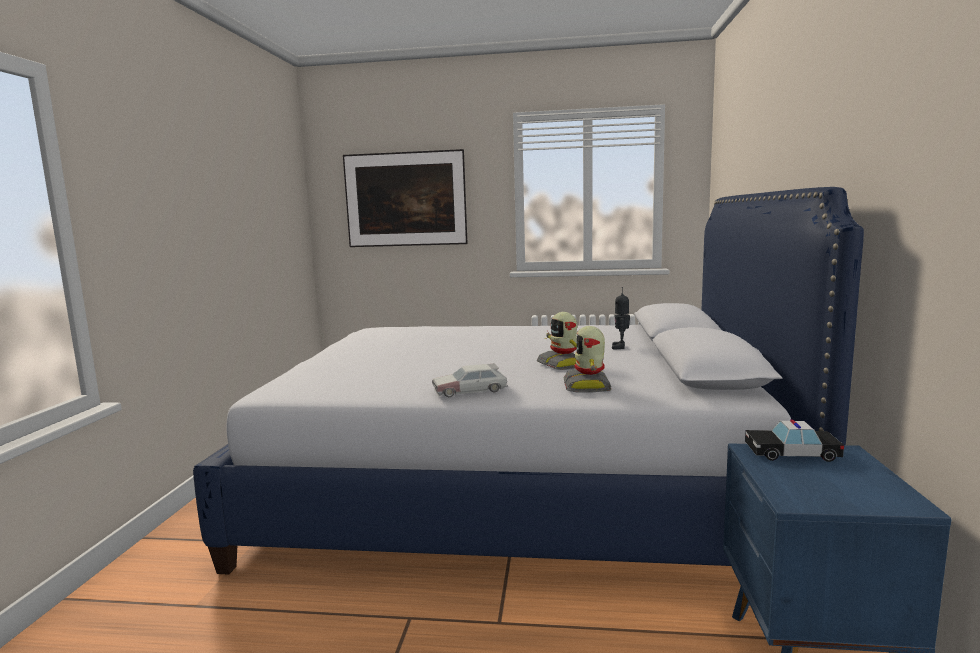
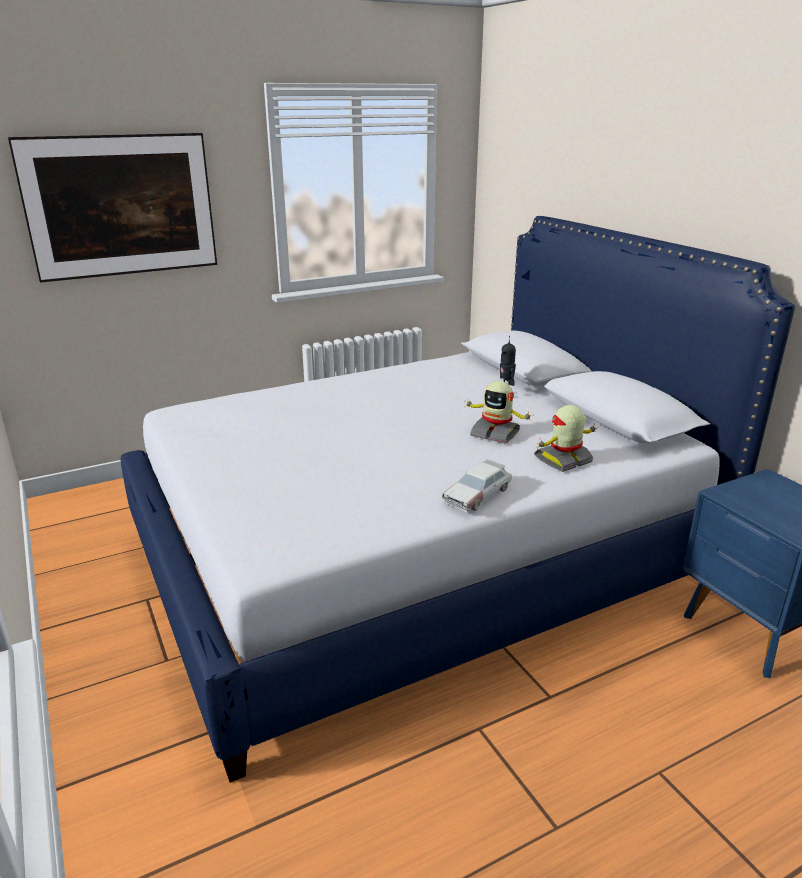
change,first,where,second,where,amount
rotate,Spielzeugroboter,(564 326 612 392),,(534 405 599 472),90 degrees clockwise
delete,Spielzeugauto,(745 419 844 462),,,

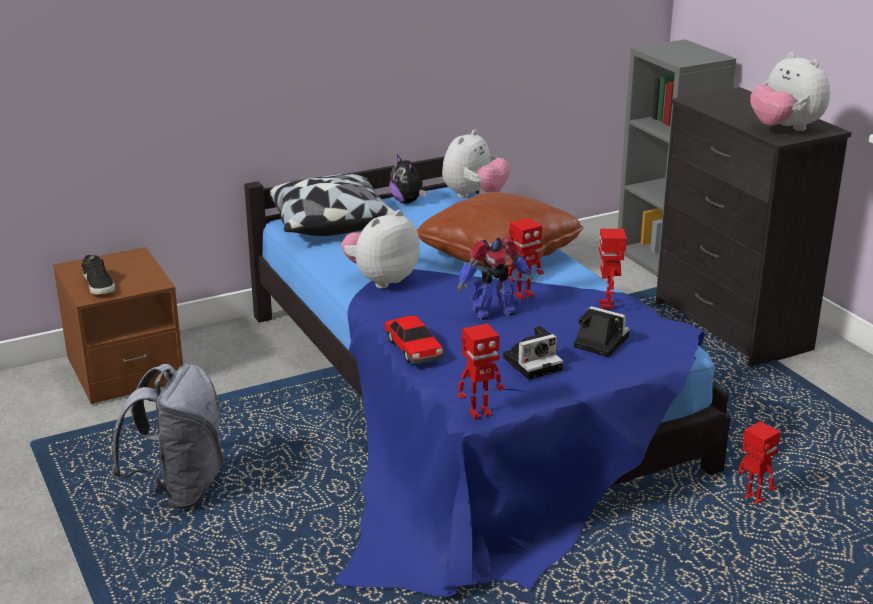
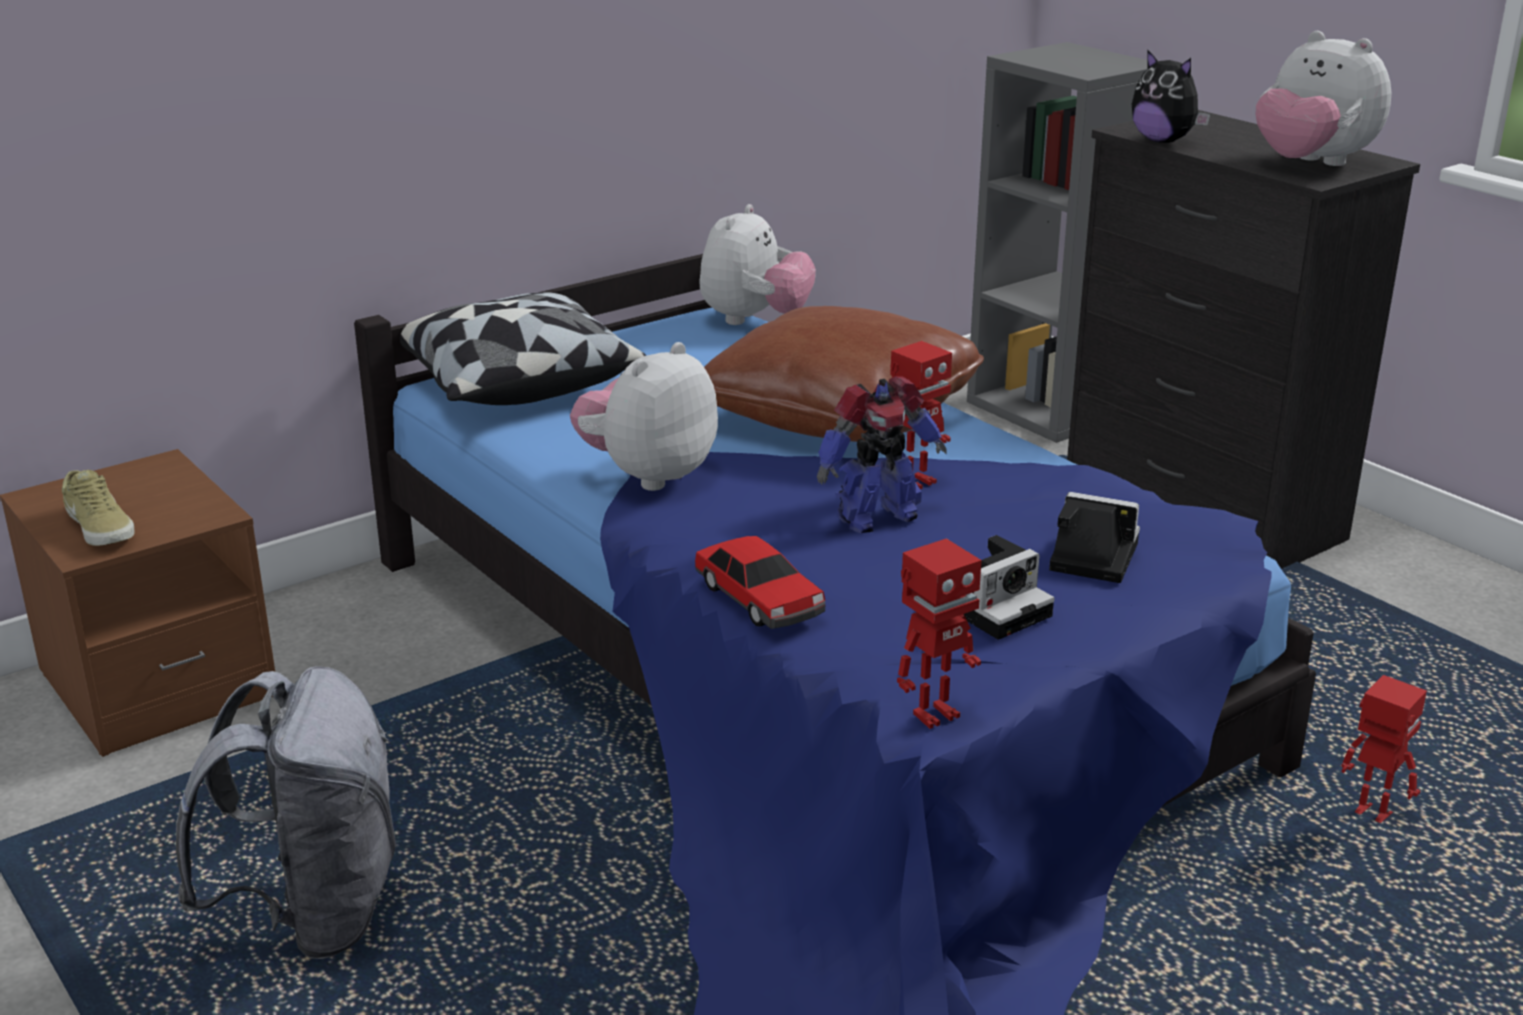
change,first,where,second,where,amount
recolor,Schuh (schwarz),(82 255 115 295),Schuh (beige),(62 470 134 546),
move,Plüschtier,(389 155 426 204),,(1132 50 1210 143),
delete,Spielzeugroboter,(599 229 627 309),,,

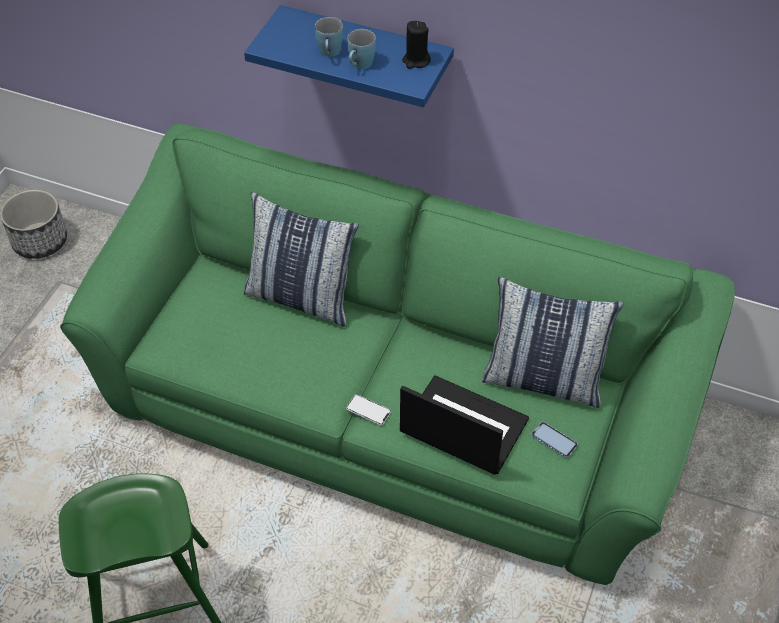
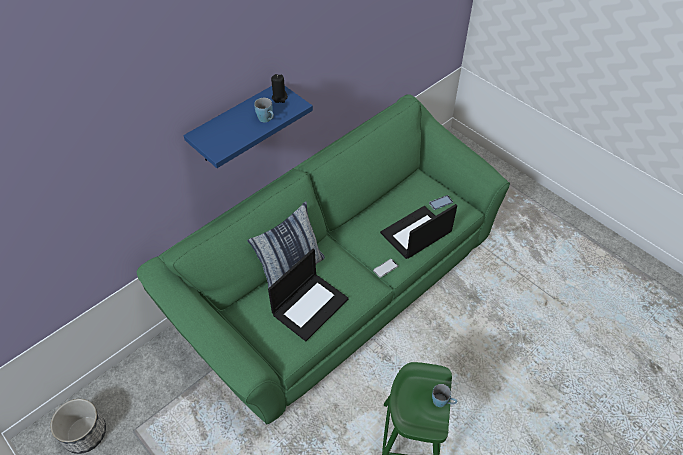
change,first,where,second,where,amount
move,Henkelbecher (blau),(315 17 343 57),,(432 384 457 407),
delete,Kissen,(482 277 624 408),,,
insert,,,Laptop,(268 249 349 341),

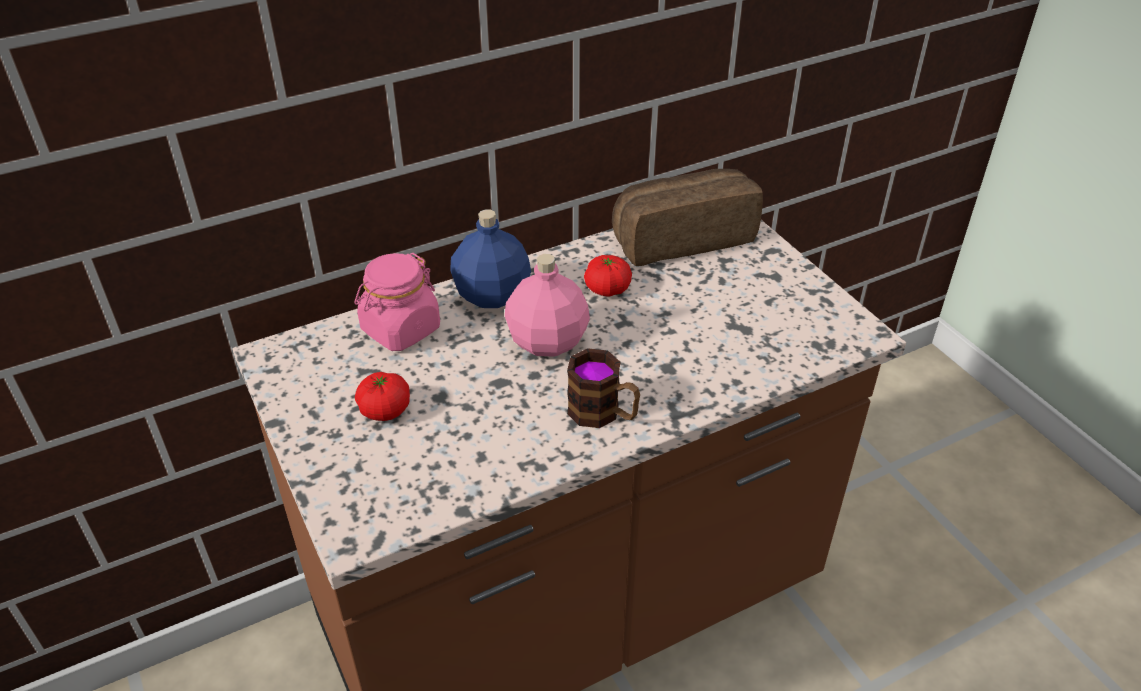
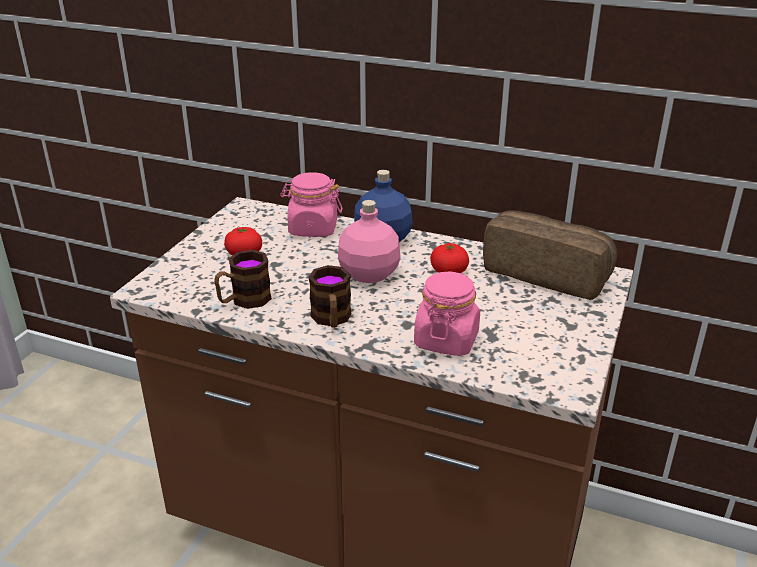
change,first,where,second,where,amount
insert,,,Henkelbecher,(214 250 272 309),
insert,,,Vorratsglas (rosa),(414 271 480 356),

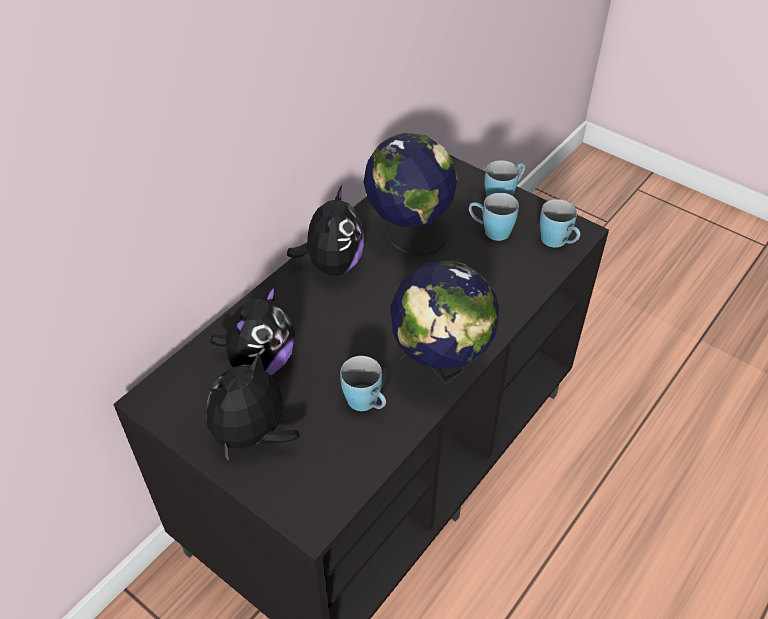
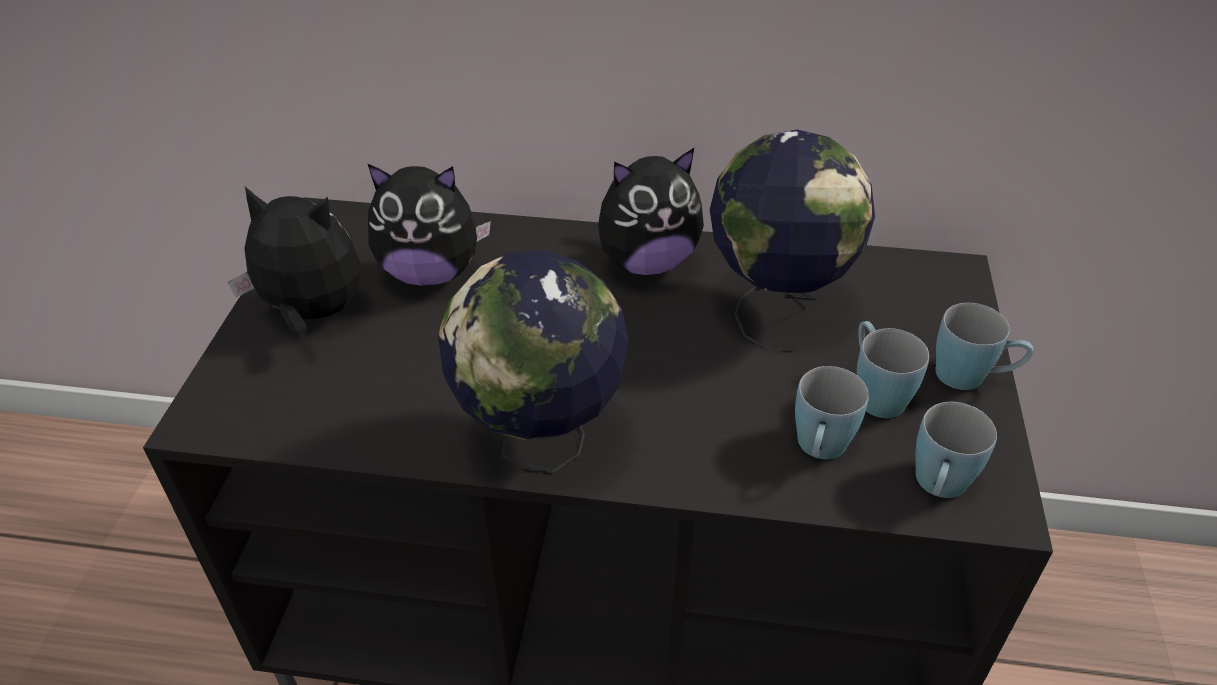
change,first,where,second,where,amount
move,Henkelbecher (blau),(340 356 386 411),,(795 366 869 459),

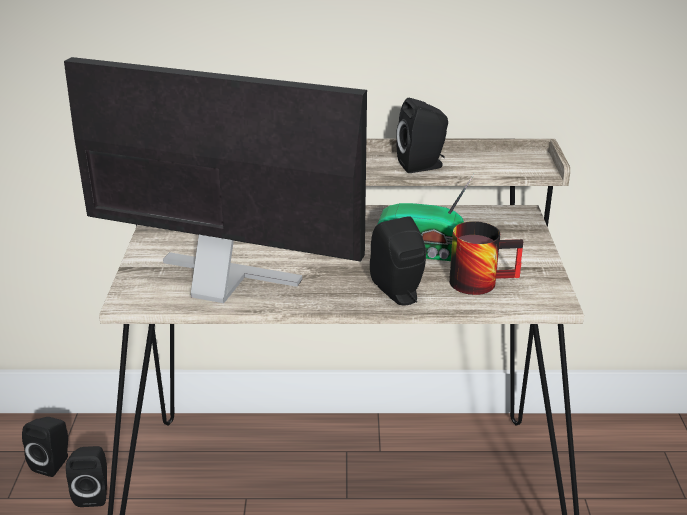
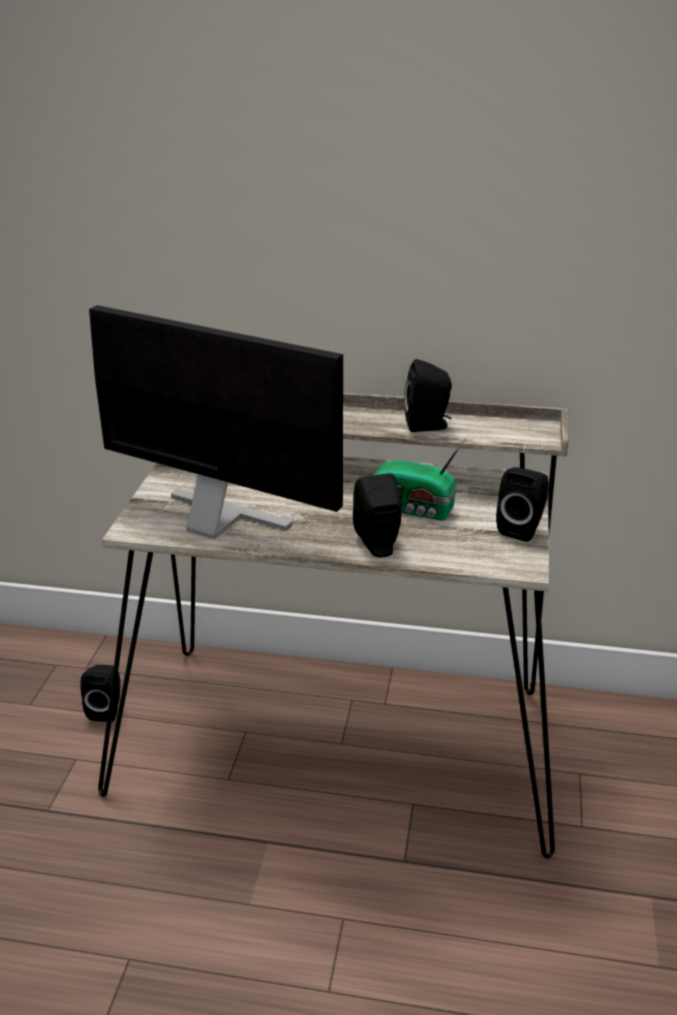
change,first,where,second,where,amount
move,Lautsprecher (schwarz),(22 417 68 477),,(496 467 549 542),
delete,Henkelbecher,(449 221 523 295),,,

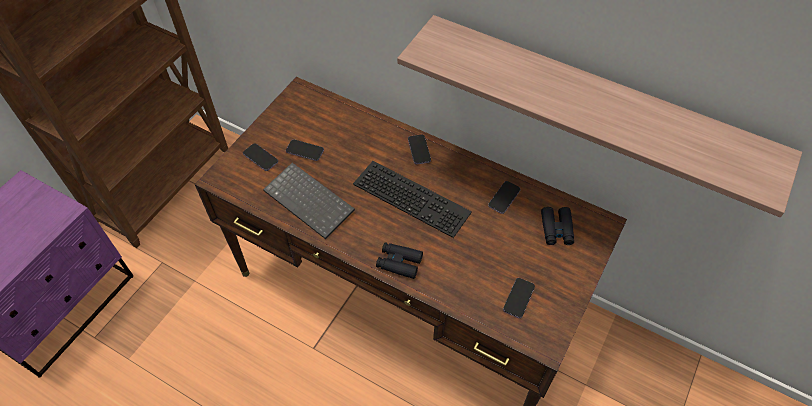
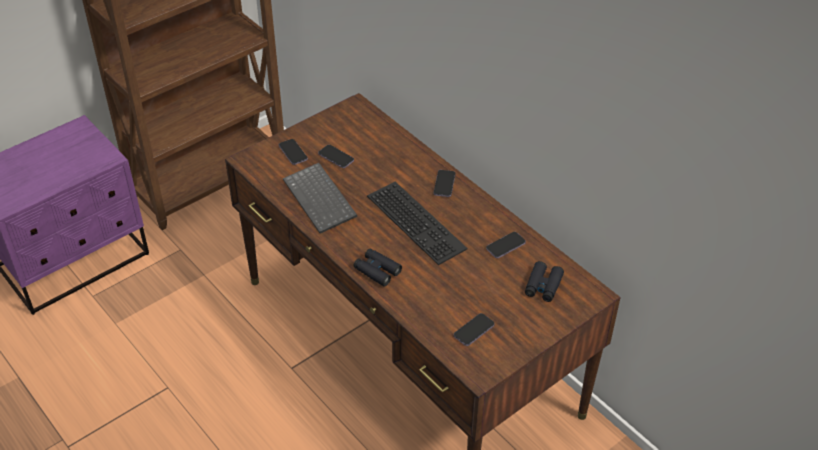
change,first,where,second,where,amount
delete,Wandregal,(397 15 802 217),,,

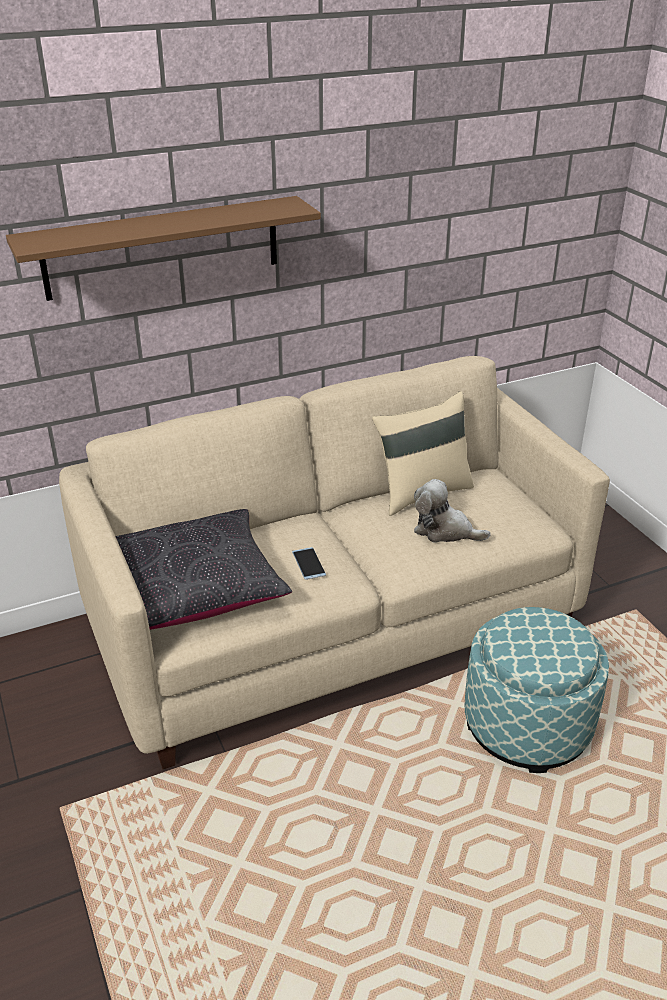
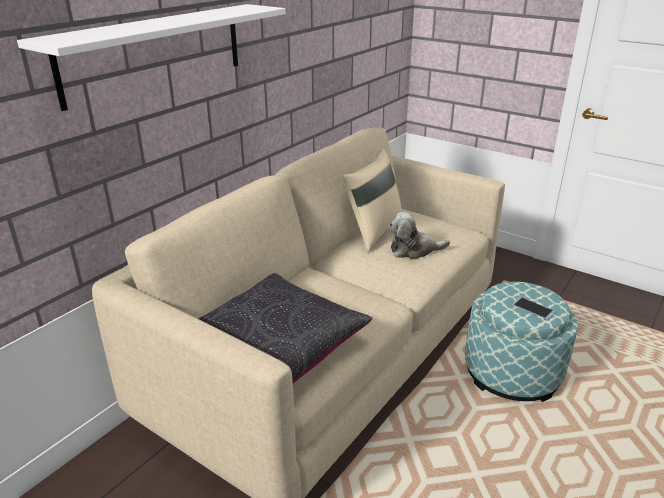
change,first,where,second,where,amount
recolor,Wandregal (braun),(6 196 321 301),Wandregal (weiß),(17 4 286 111),
move,Handy,(292 547 326 580),,(512 297 555 319),

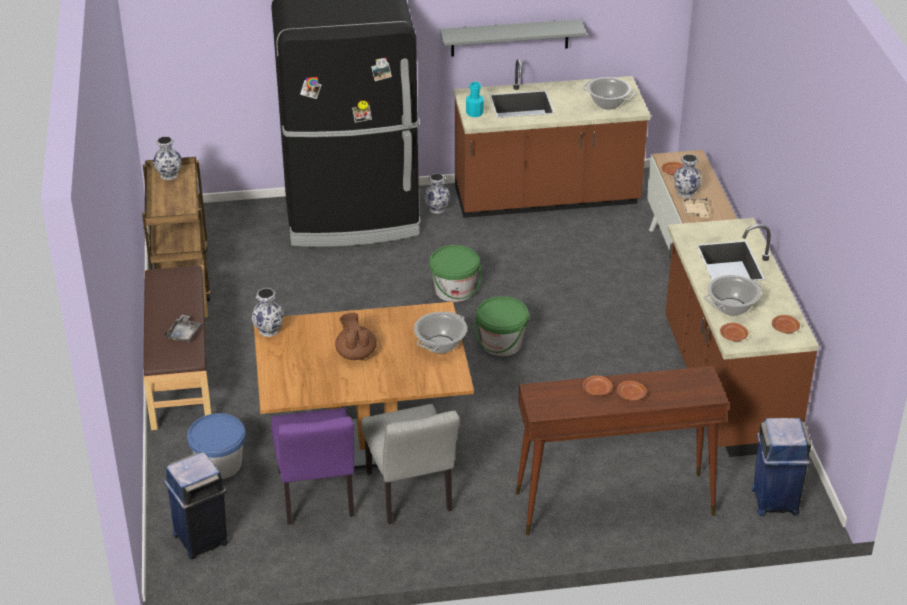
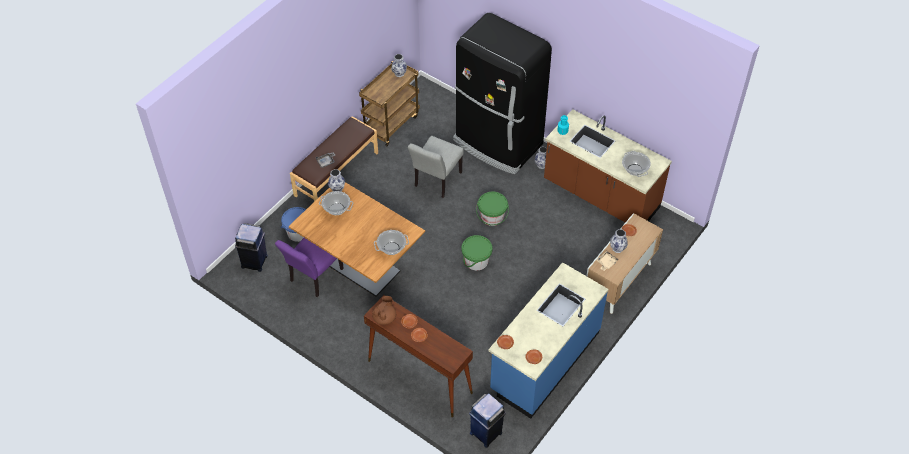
change,first,where,second,where,amount
move,Teekanne (braun),(335 312 377 360),,(372 296 396 325),
move,Stuhl (grau),(362 404 460 524),,(408 136 464 198),
delete,Wandregal (grau),(440 19 587 56),,,
recolor,Küchenzeile (braun),(665 218 819 457),Küchenzeile (blau),(488 262 608 419),
move,Kochtopf,(704 275 763 316),,(319 191 353 215),

